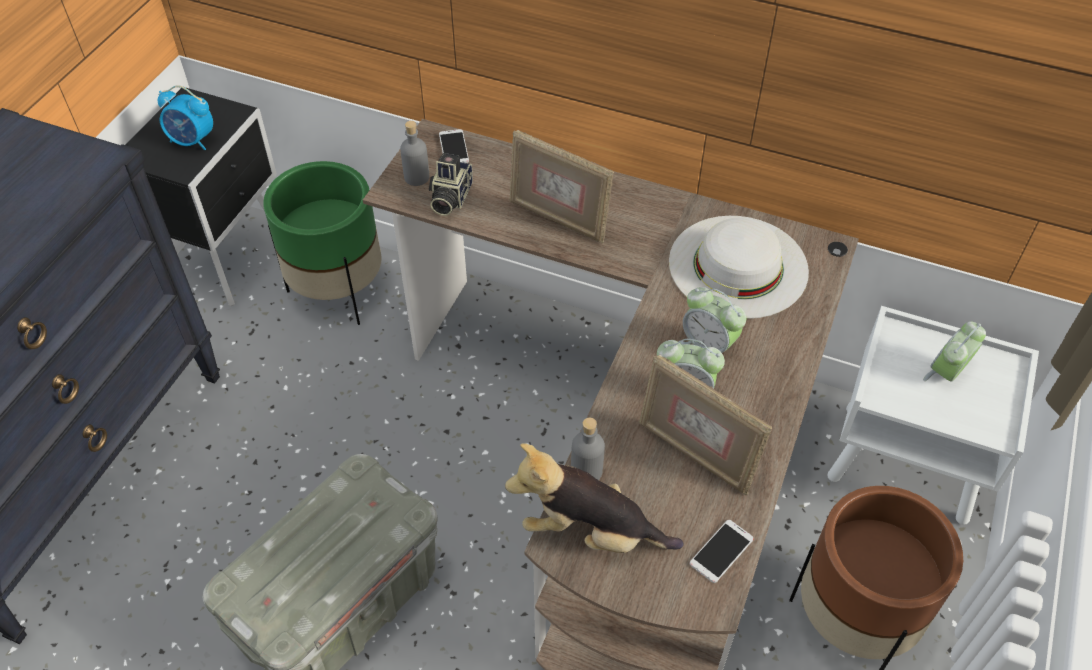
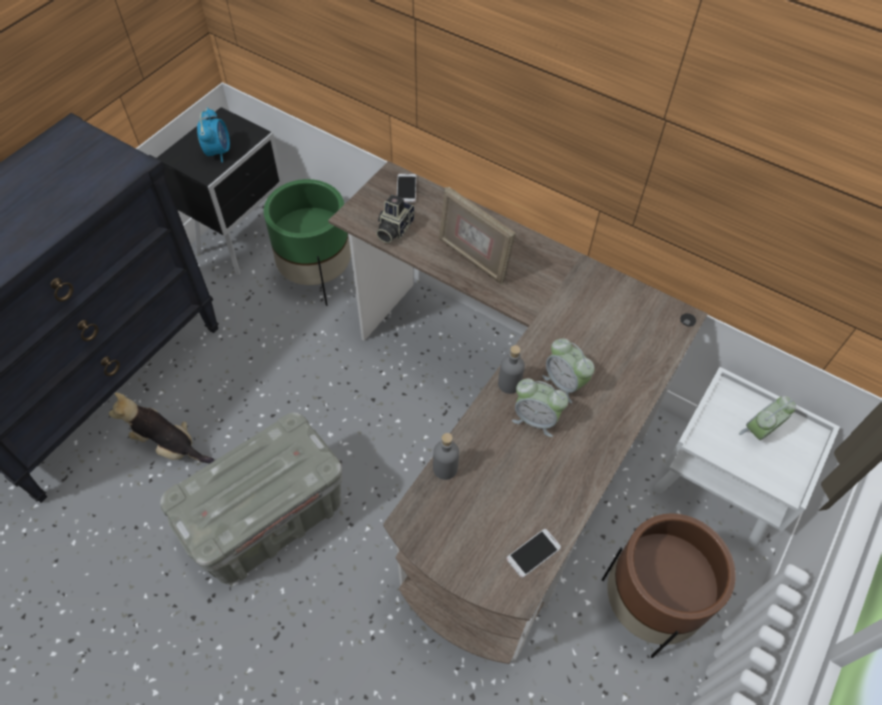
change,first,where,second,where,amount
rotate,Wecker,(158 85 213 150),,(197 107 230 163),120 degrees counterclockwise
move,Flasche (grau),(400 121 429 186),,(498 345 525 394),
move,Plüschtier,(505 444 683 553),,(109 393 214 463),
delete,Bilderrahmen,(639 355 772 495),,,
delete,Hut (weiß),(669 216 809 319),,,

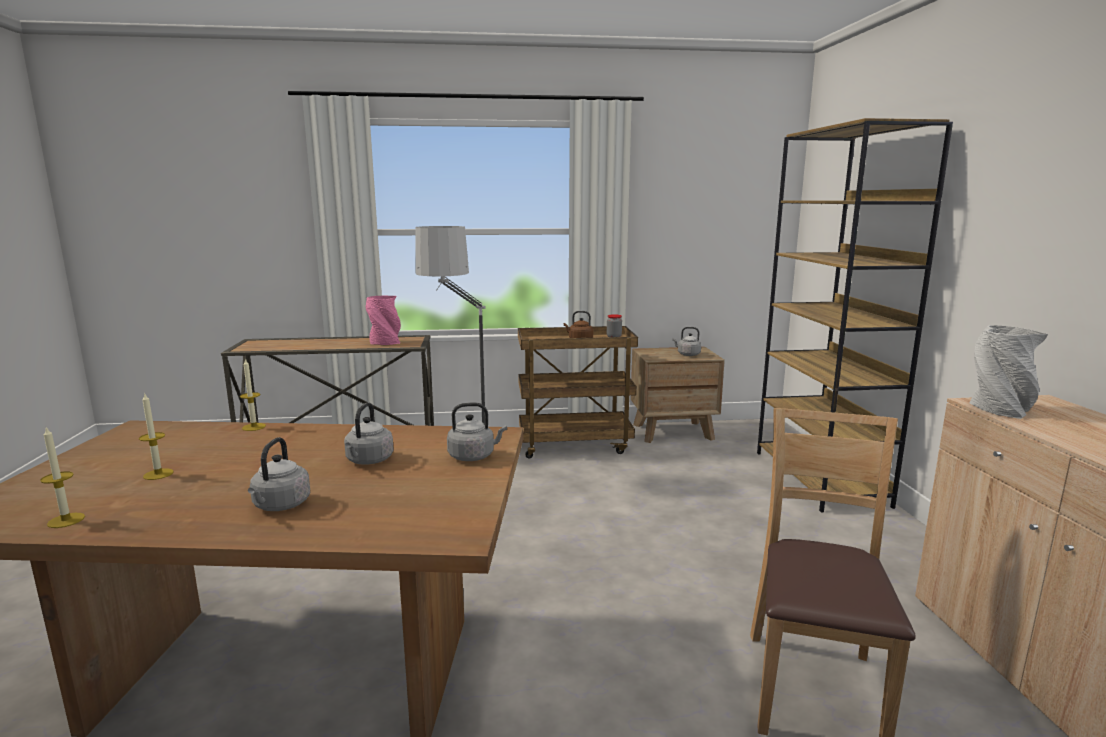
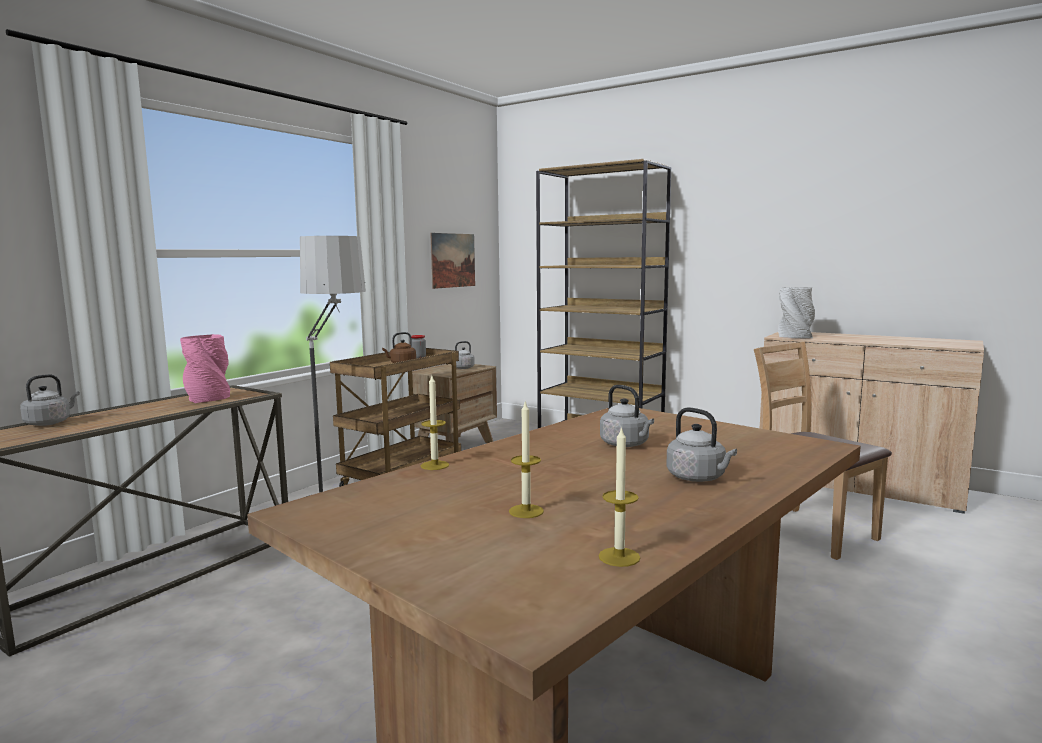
change,first,where,second,where,amount
move,Wasserkessel (grau),(447 403 507 461),,(20 374 80 426),
insert,,,Bild,(430 233 475 289),

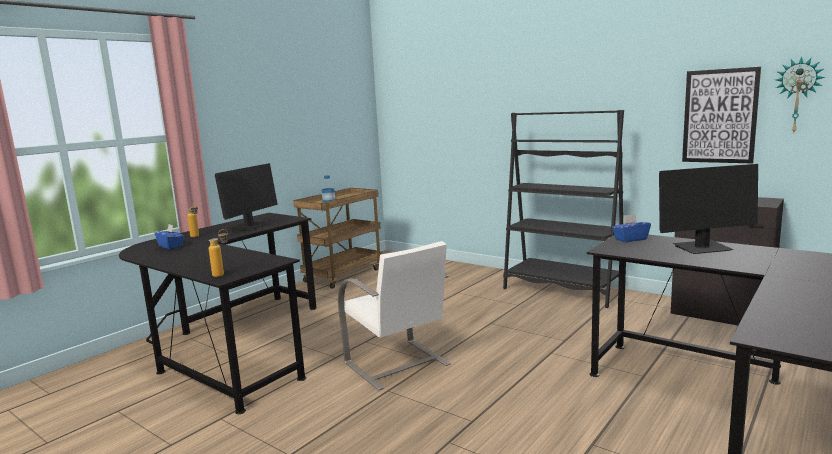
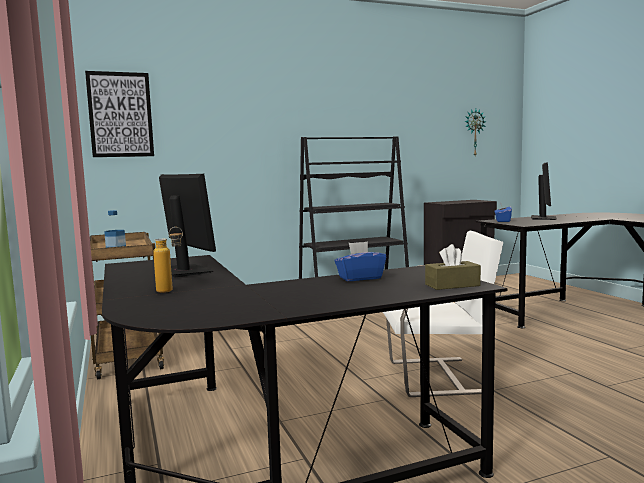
change,first,where,second,where,amount
move,Taschentuchbox (blau),(155 224 184 249),,(335 241 386 281),
replace,Flasche,(209 229 228 277),Taschentuchbox (braun),(425 244 481 290),
move,Bild,(682 67 761 164),,(85 71 154 157),

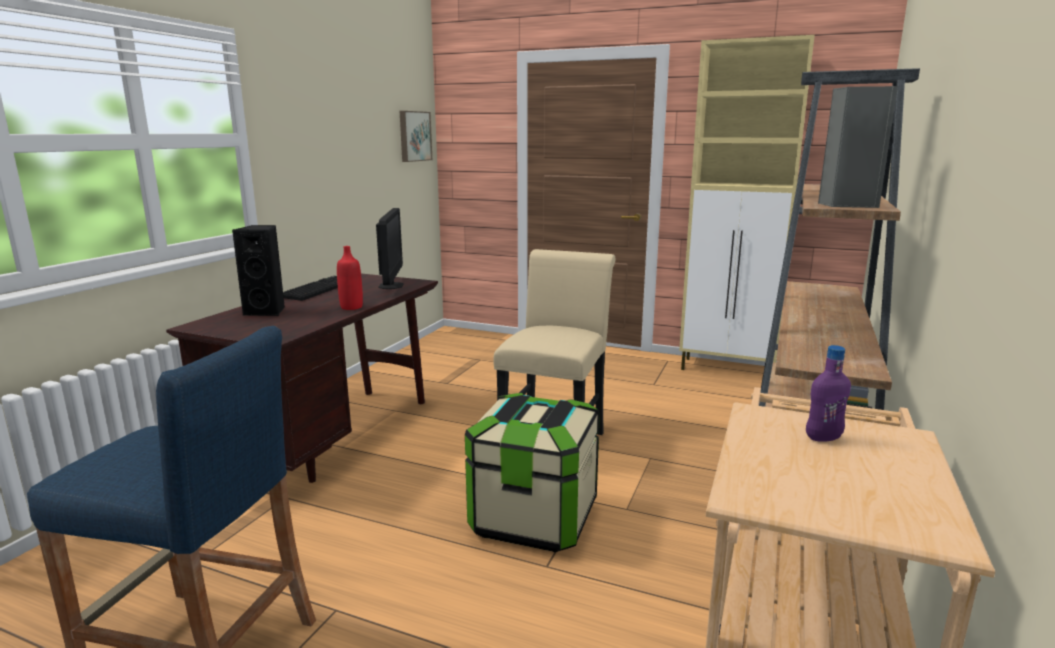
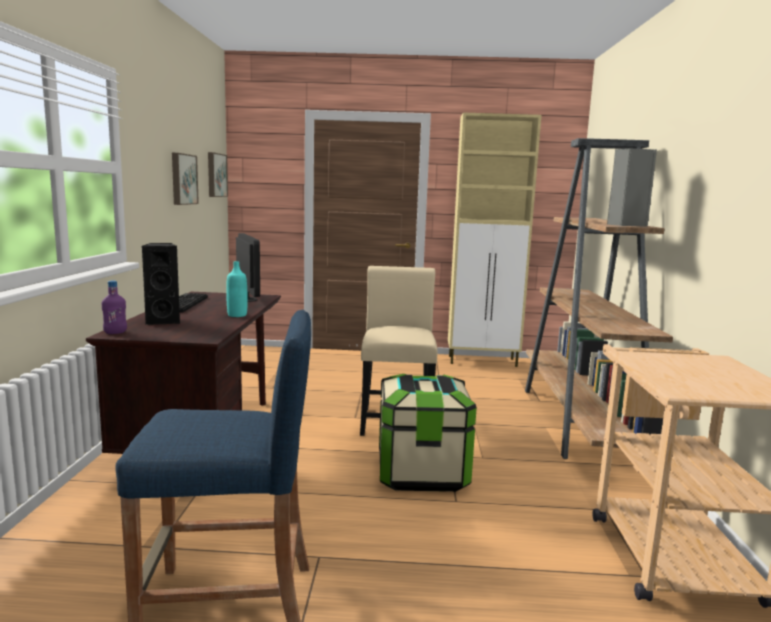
change,first,where,second,where,amount
recolor,Flasche (rot),(337 246 363 310),Flasche (türkis),(226 261 248 317),
move,Flasche (lila),(806 345 851 442),,(102 281 127 334),
insert,,,Bild,(172 153 199 205),

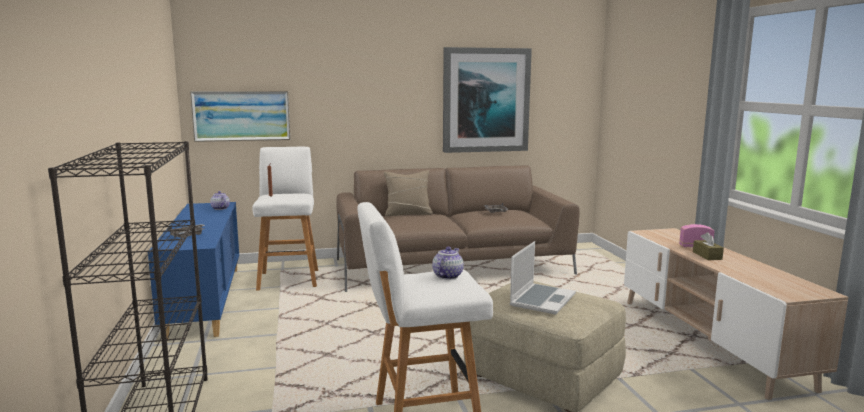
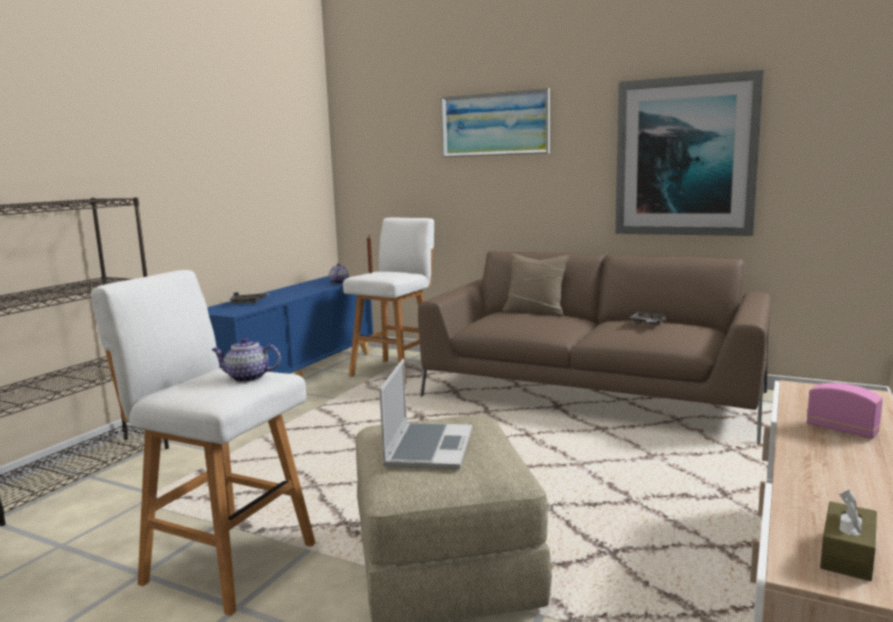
change,first,where,second,where,amount
move,Bild,(190 91 290 142),,(441 88 550 157),
rotate,Teekanne,(432 247 464 280),,(211 337 281 382),150 degrees counterclockwise
rotate,Laptop,(510 241 576 315),,(379 359 472 470),60 degrees counterclockwise
move,Taschentuchbox (braun),(693 232 724 260),,(820 490 877 581),

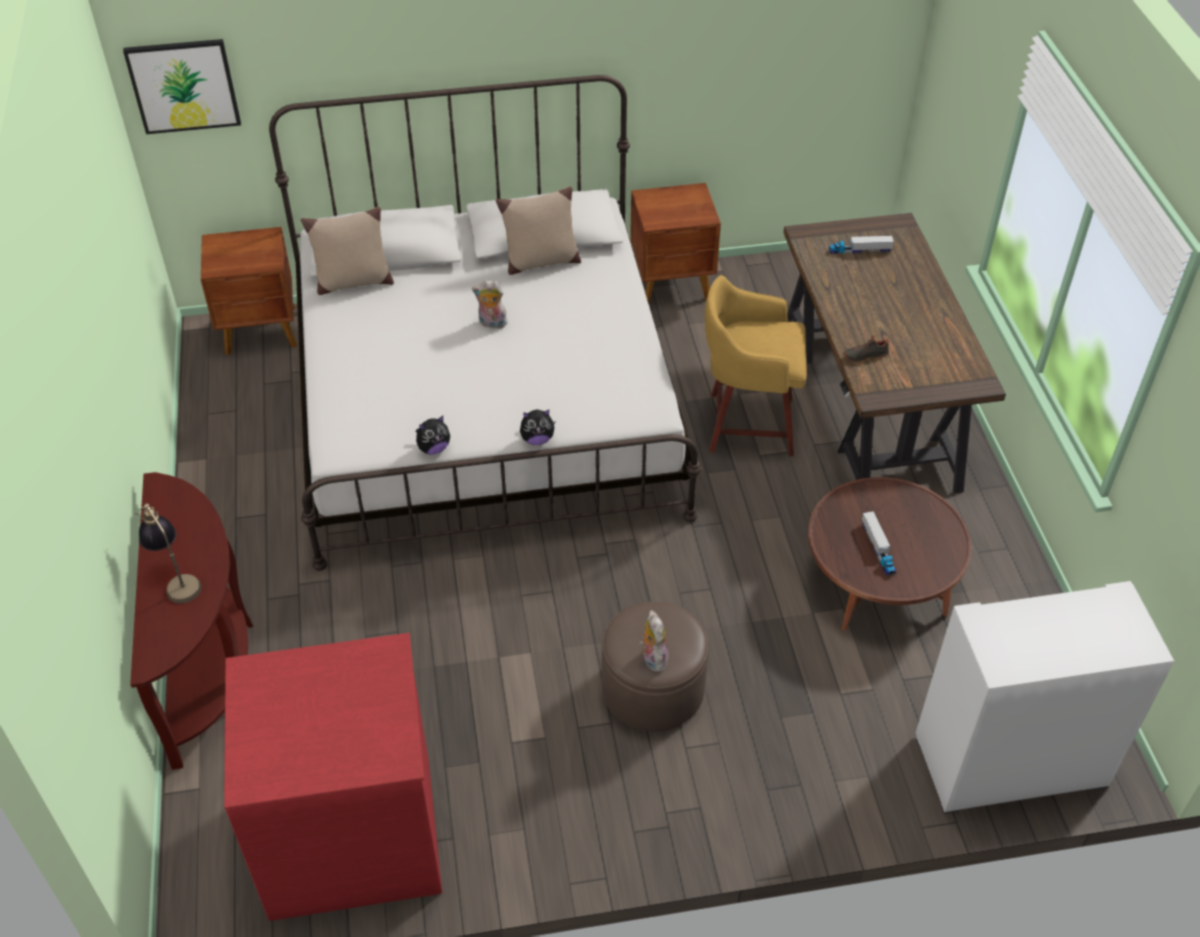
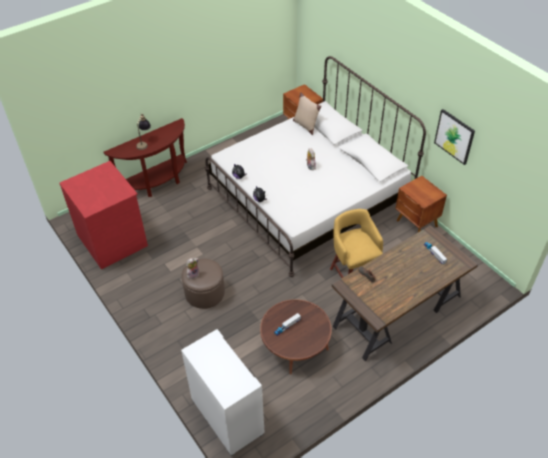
change,first,where,second,where,amount
move,Bild,(123 39 241 134),,(434 109 475 165),
delete,Kissen (beige),(496 186 581 275),,,

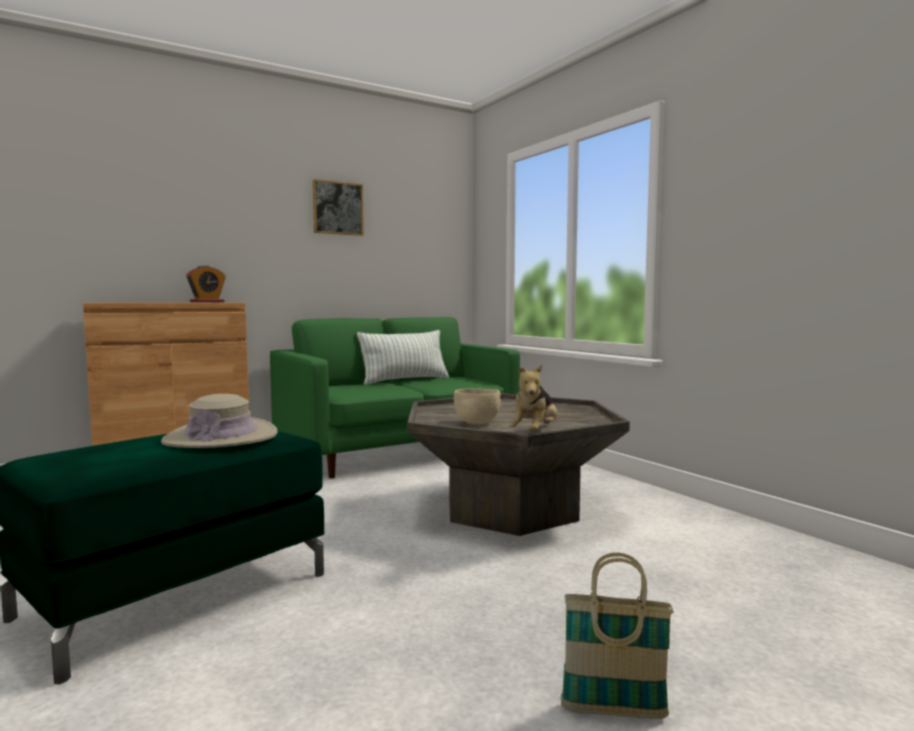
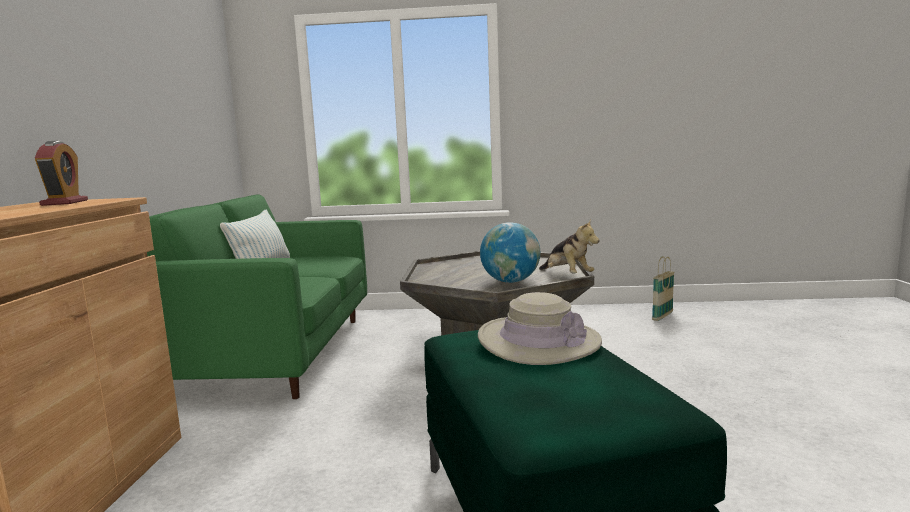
change,first,where,second,where,amount
delete,Bild,(313 179 364 236),,,
replace,Schüssel (beige),(454 388 501 424),Globus,(480 222 540 283),
move,Korb,(561 553 674 719),,(652 256 674 321),

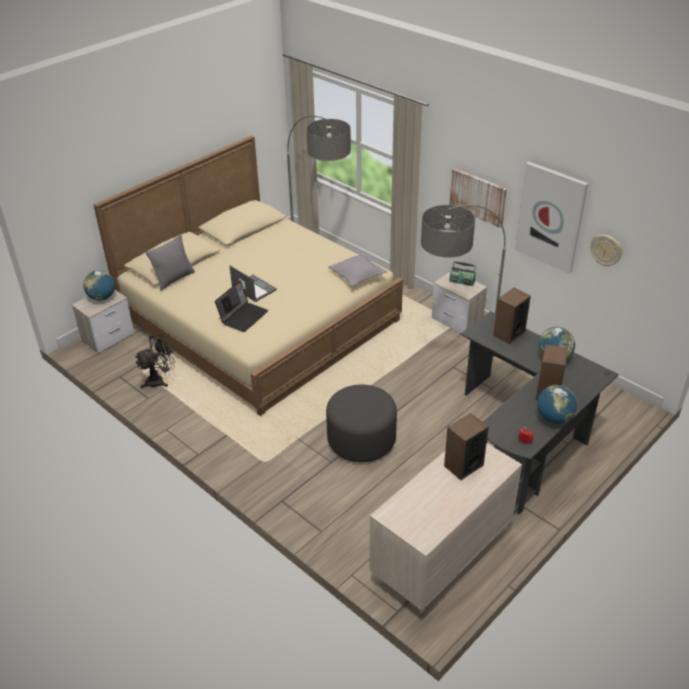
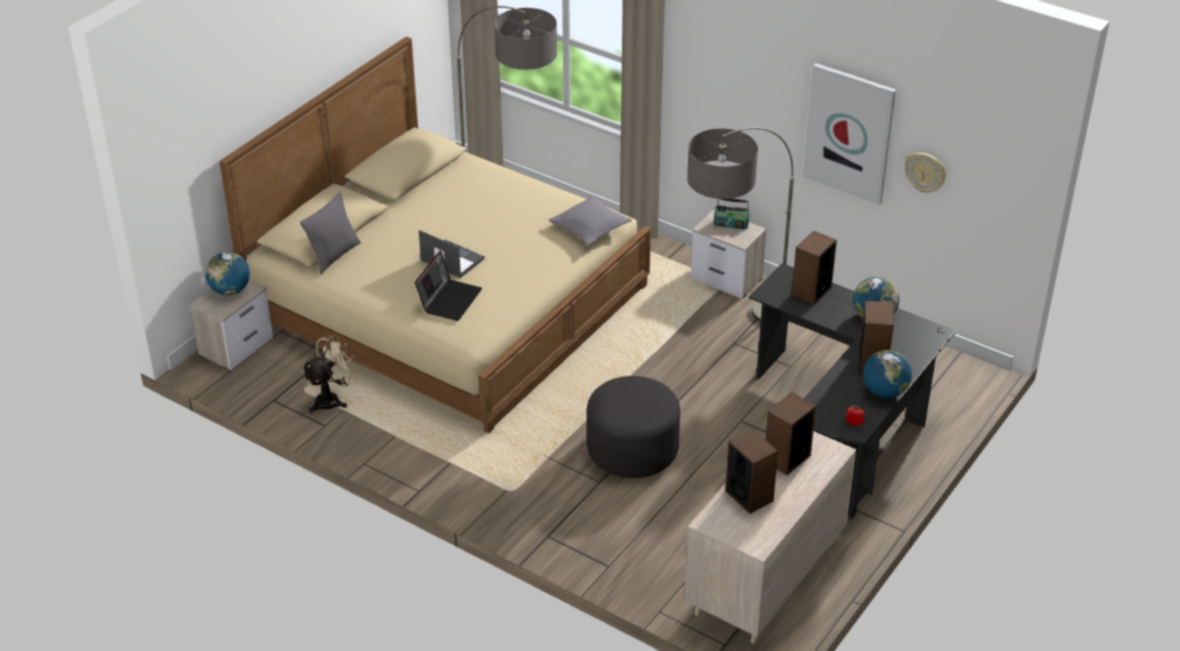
change,first,where,second,where,amount
recolor,Ventilator (schwarz),(135 334 175 389),Ventilator (beige),(302 334 359 414),
delete,Bild,(449 168 507 228),,,
insert,,,Lautsprecher,(725 429 778 514),

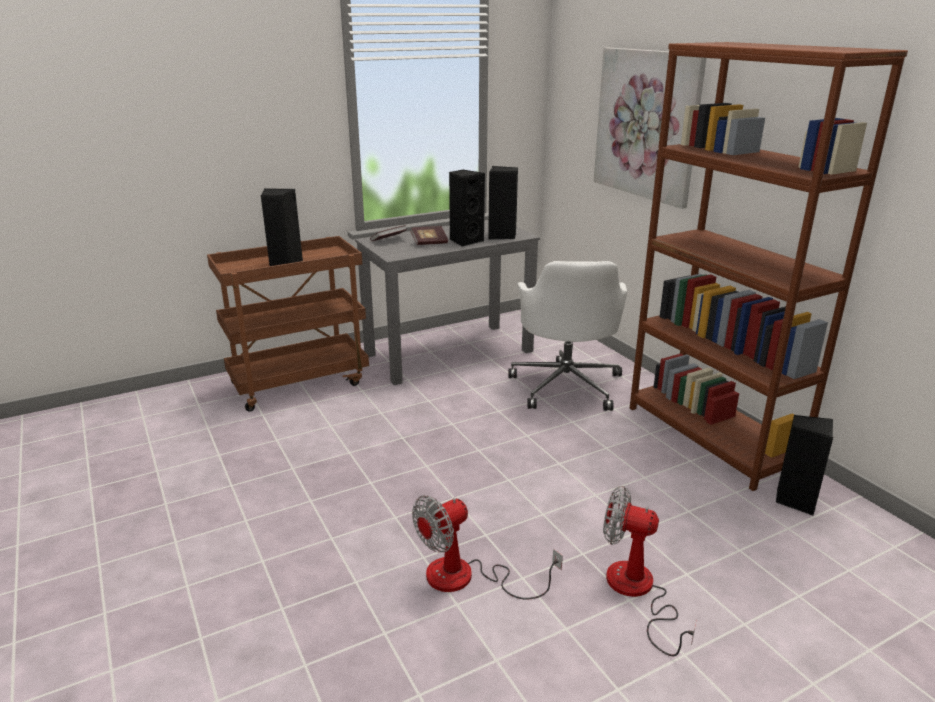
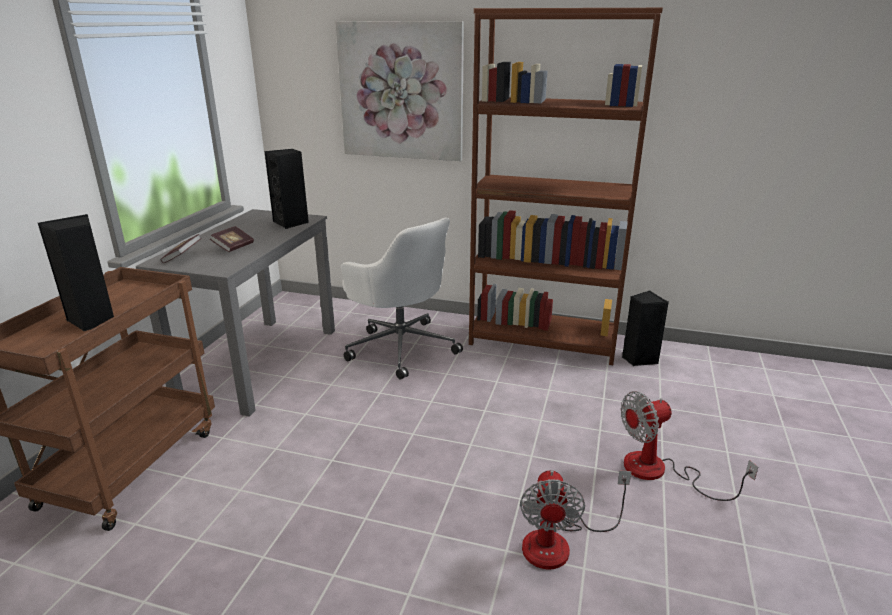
change,first,where,second,where,amount
delete,Lautsprecher (schwarz),(449 169 485 247),,,

